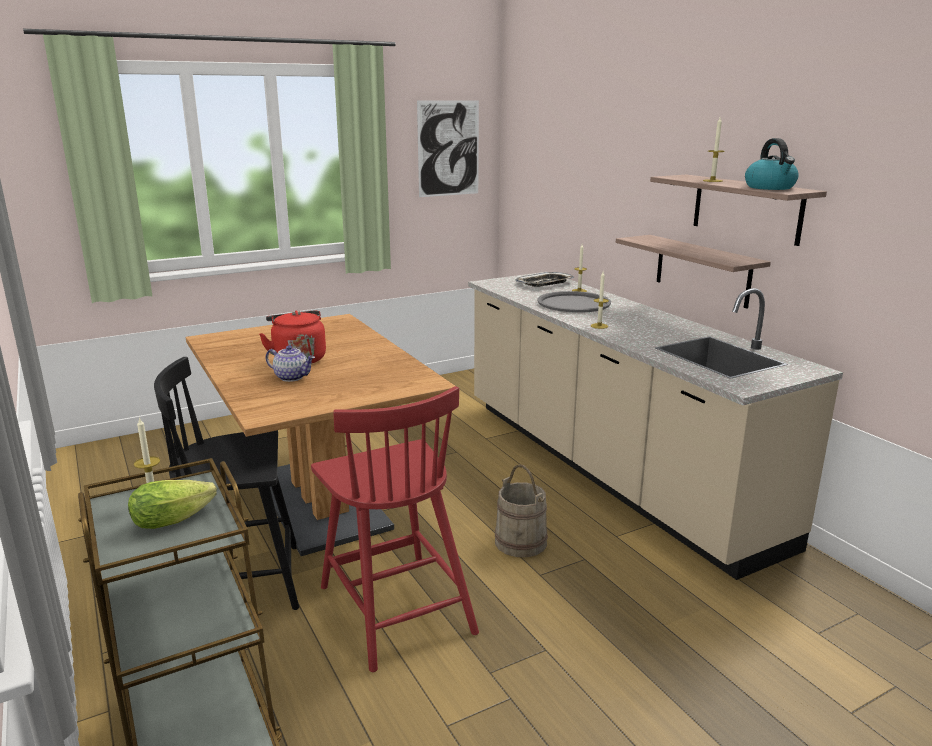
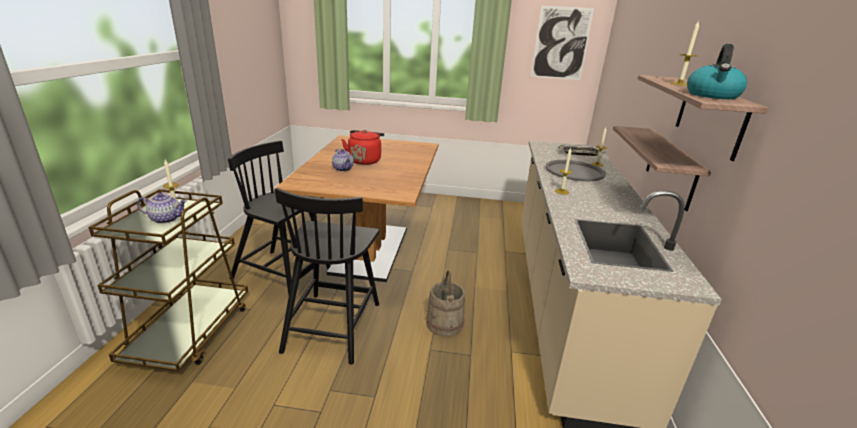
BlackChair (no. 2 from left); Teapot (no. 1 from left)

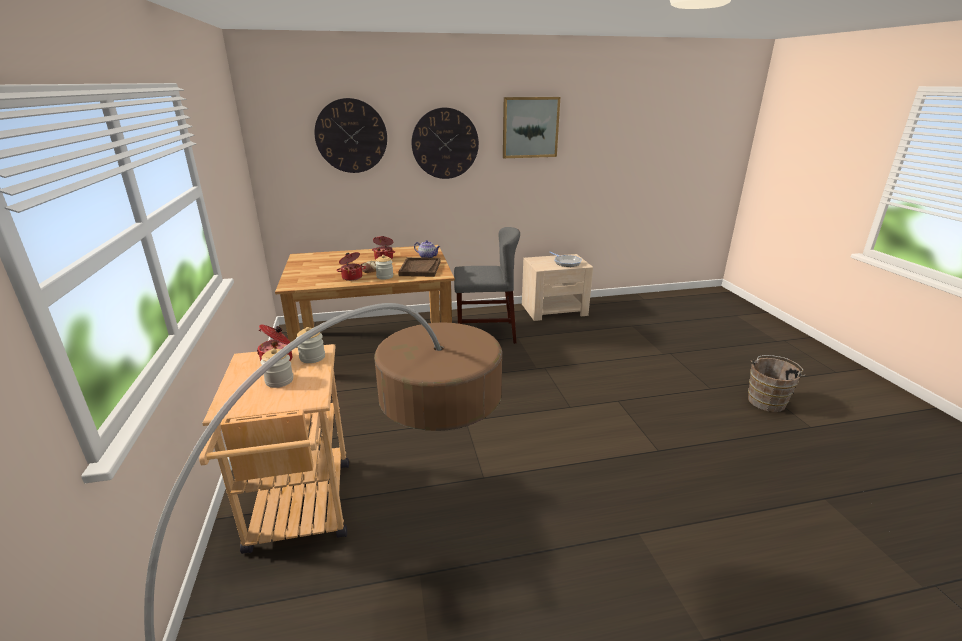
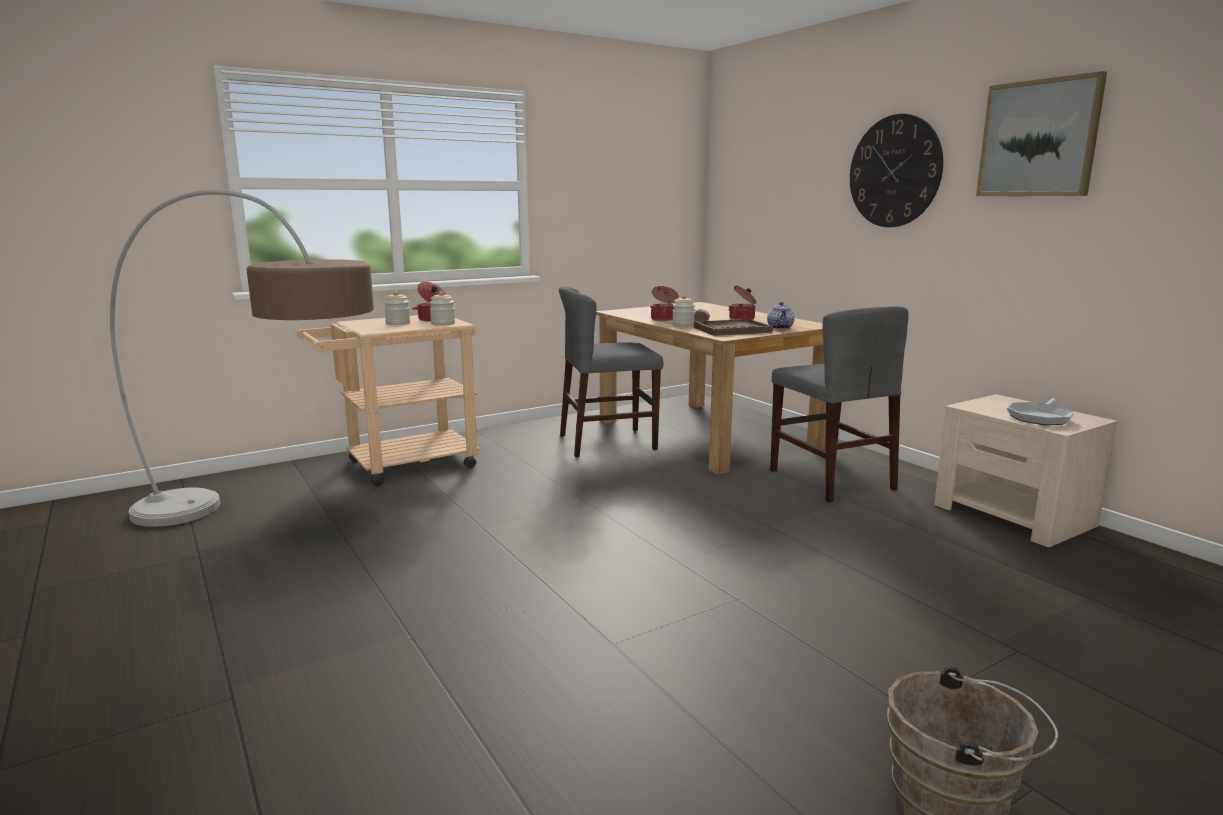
WallClock (no. 1 from left in the first image); GreyChair (no. 1 from left)

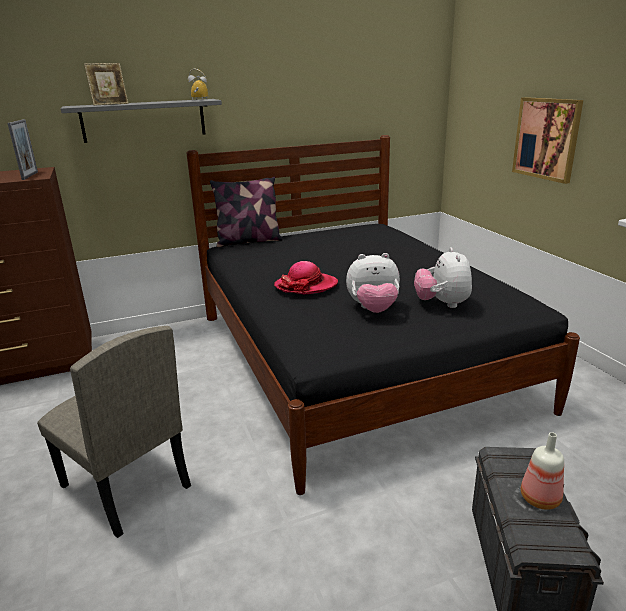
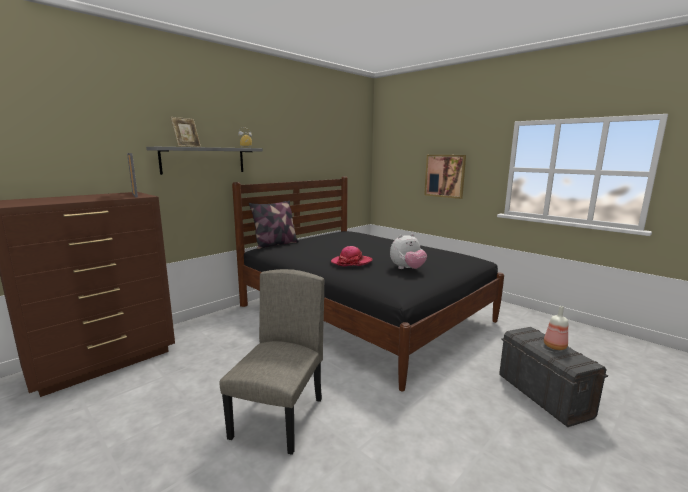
PlushToy (no. 2 from left in the first image); BeigeChair

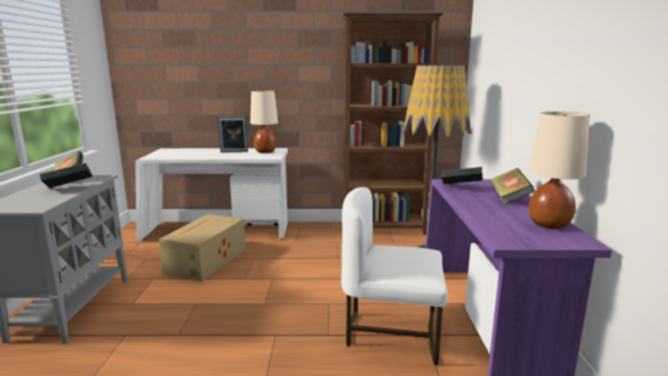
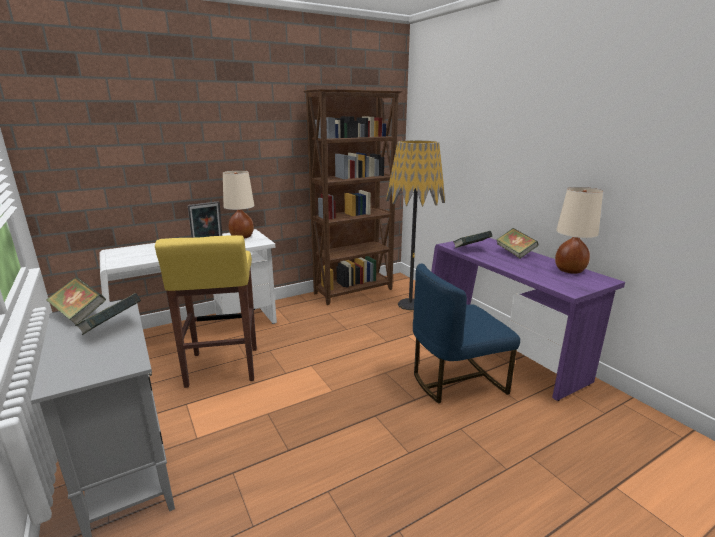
BlueChair; YellowStool

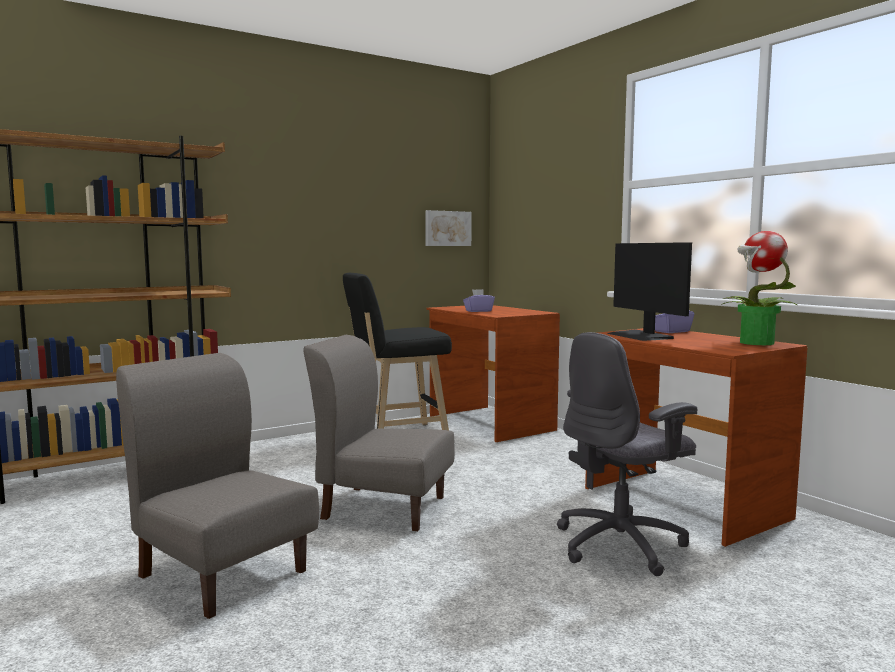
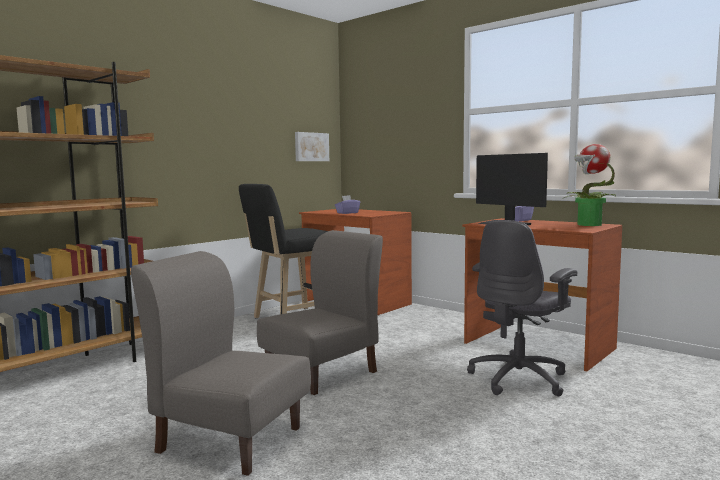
GreyChair (no. 2 from left)

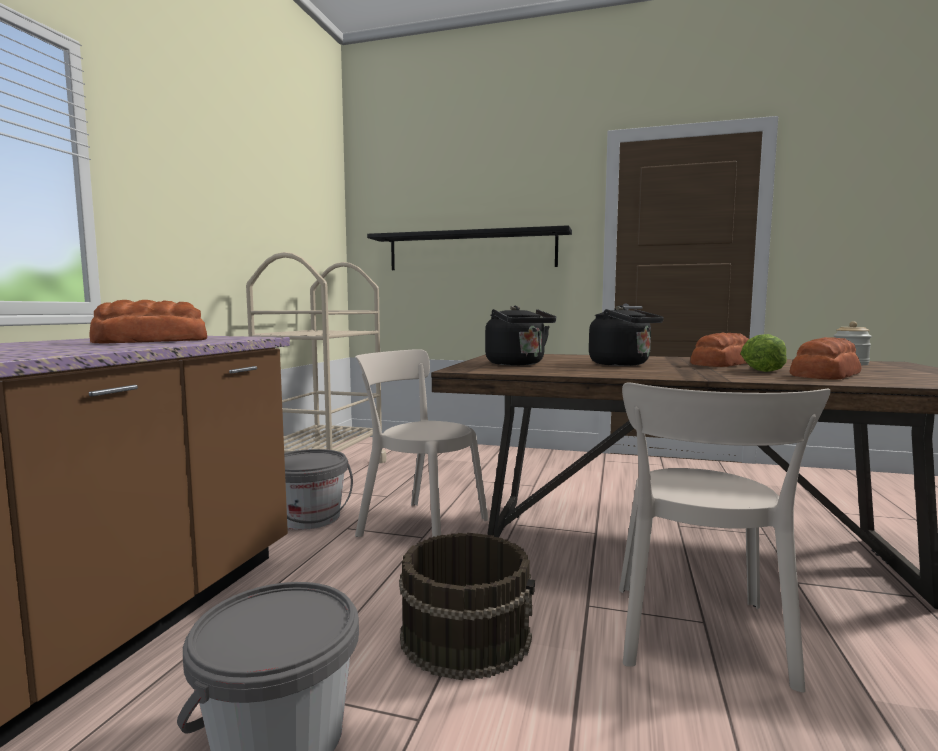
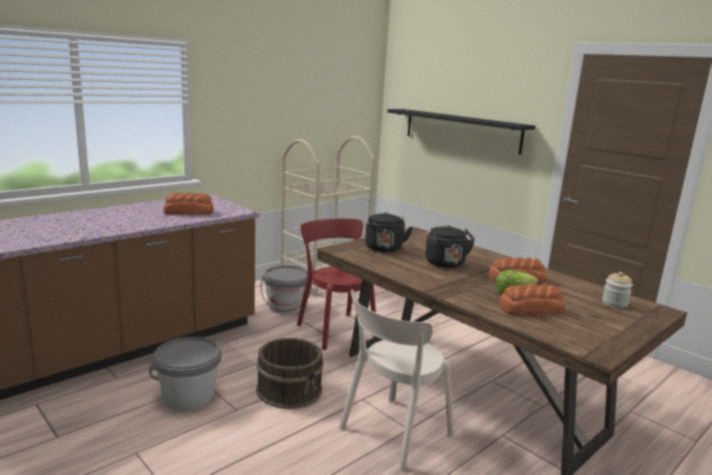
RedChair

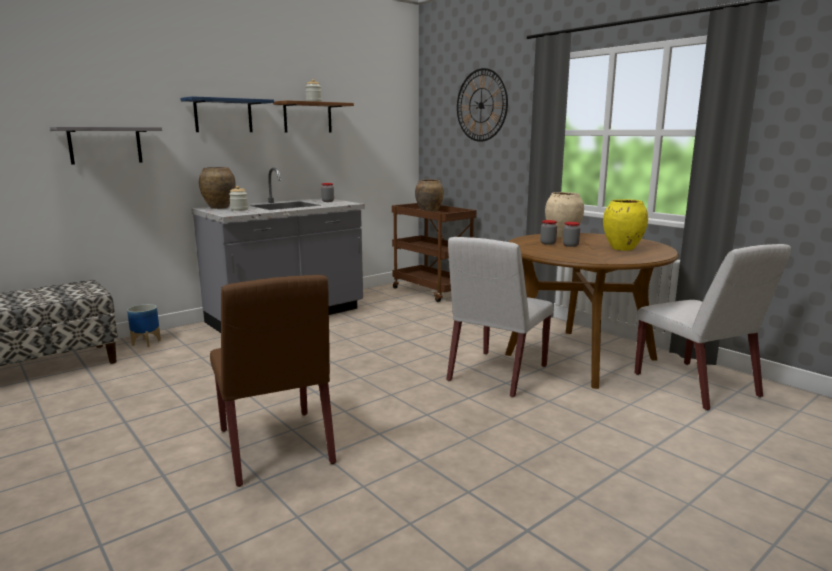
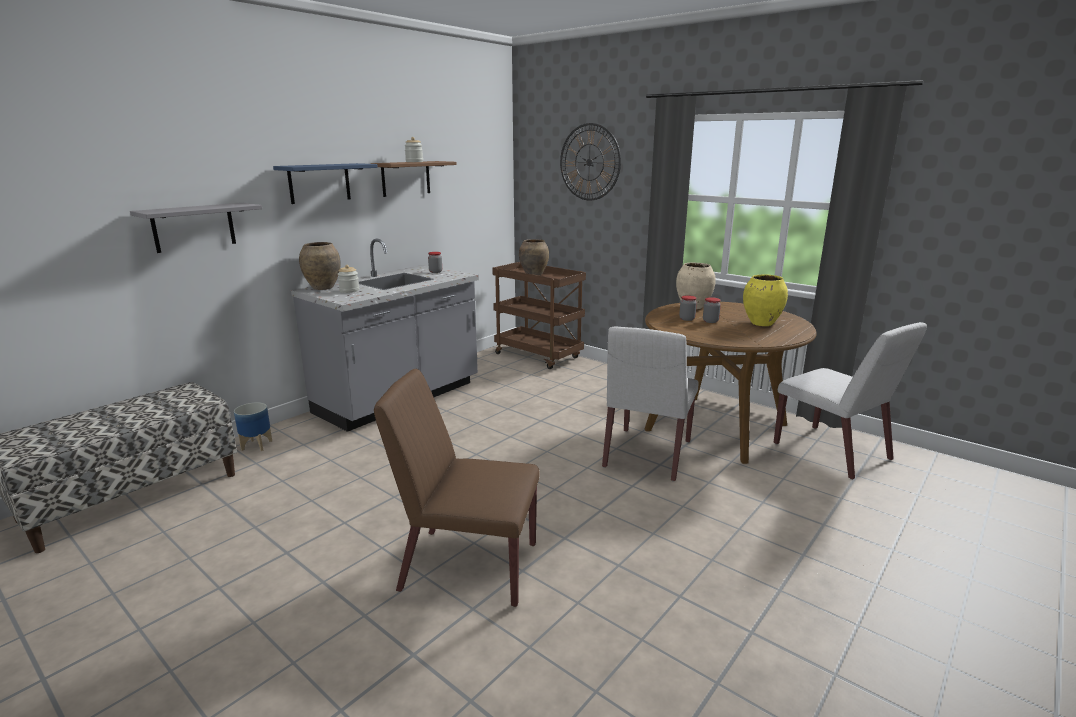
BrownChair

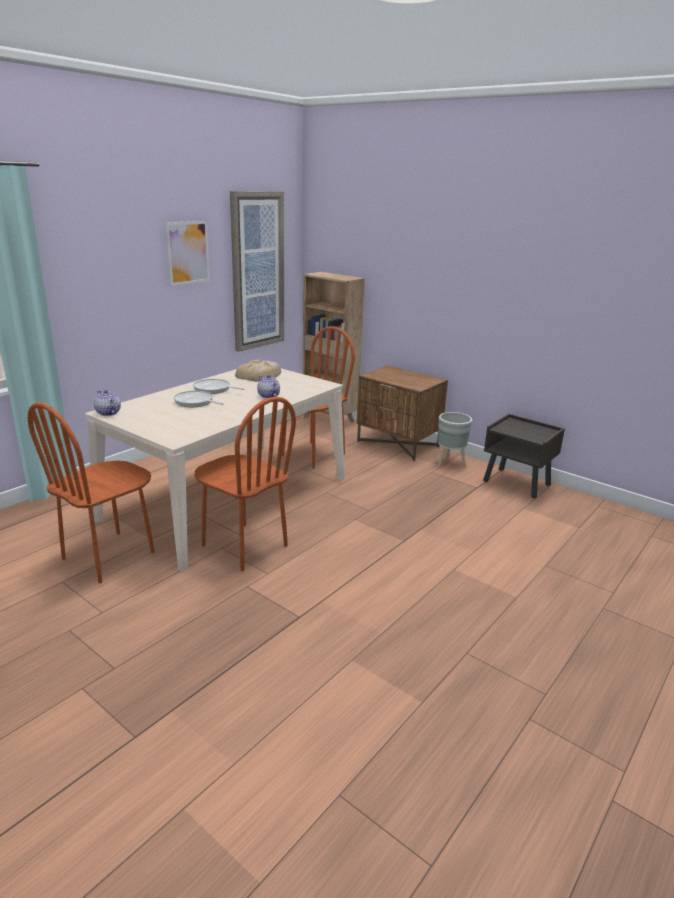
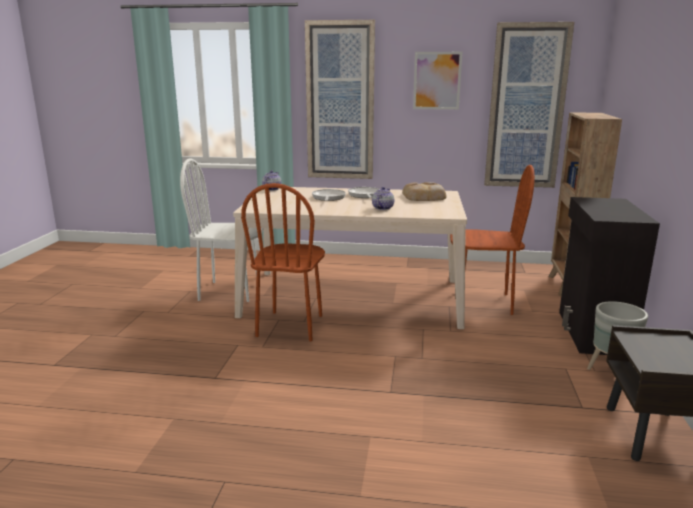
BlackCabinet; WhiteChair; Picture (no. 1 from left)

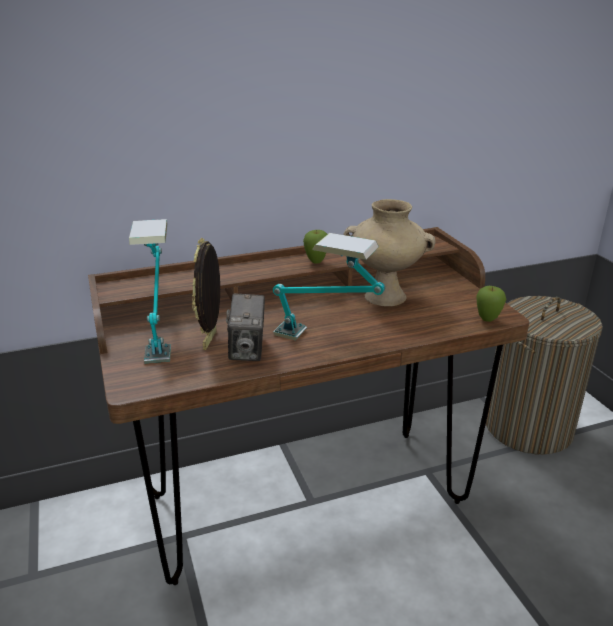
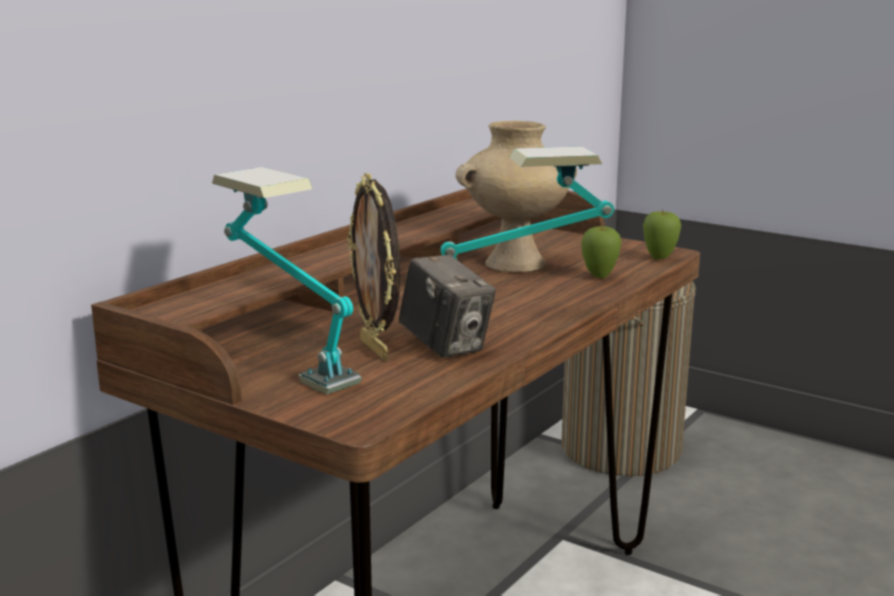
Apple (no. 1 from left)

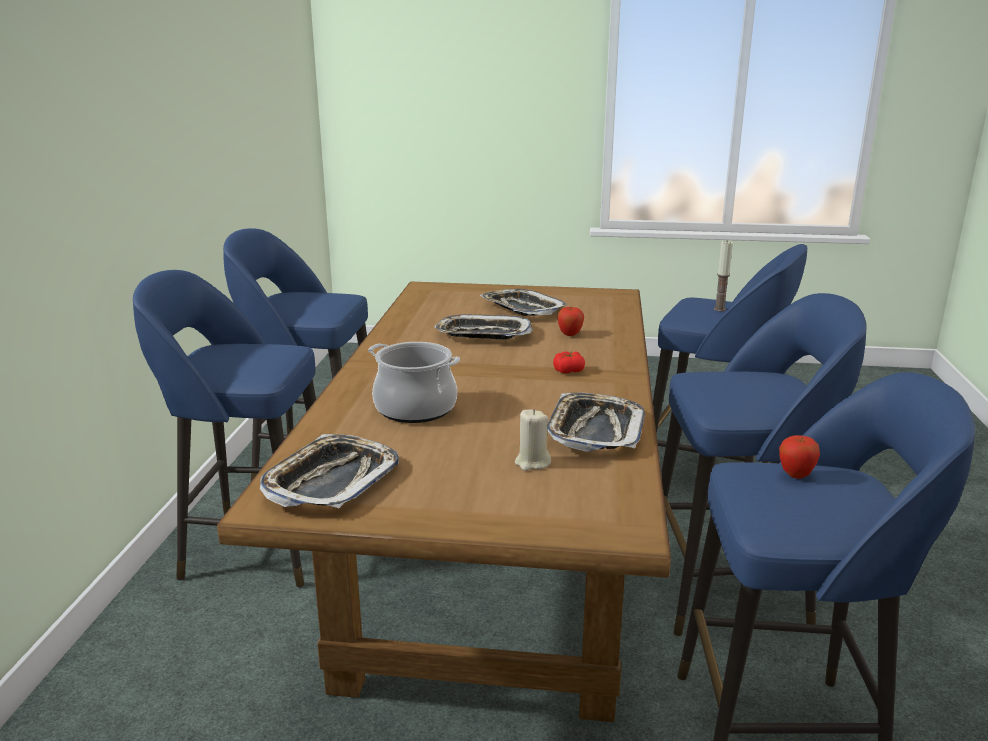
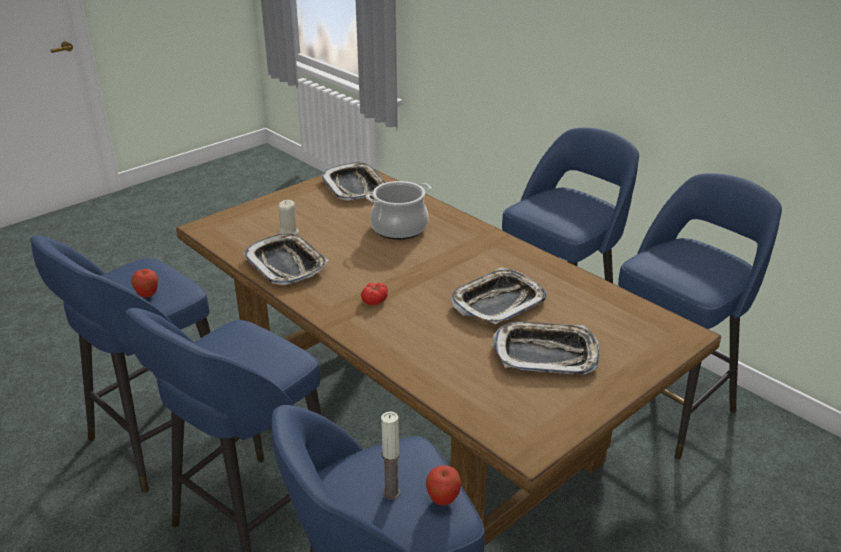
Apple (no. 2 from left)

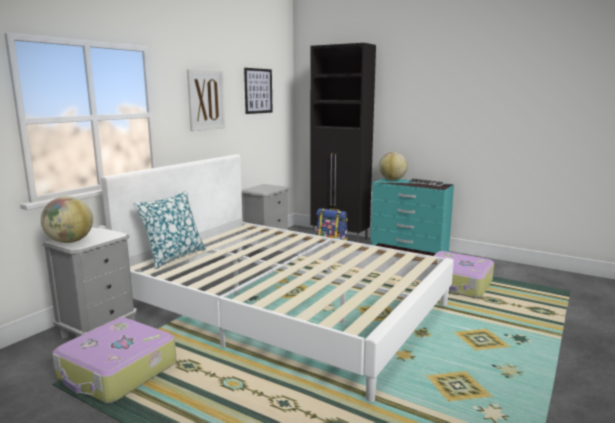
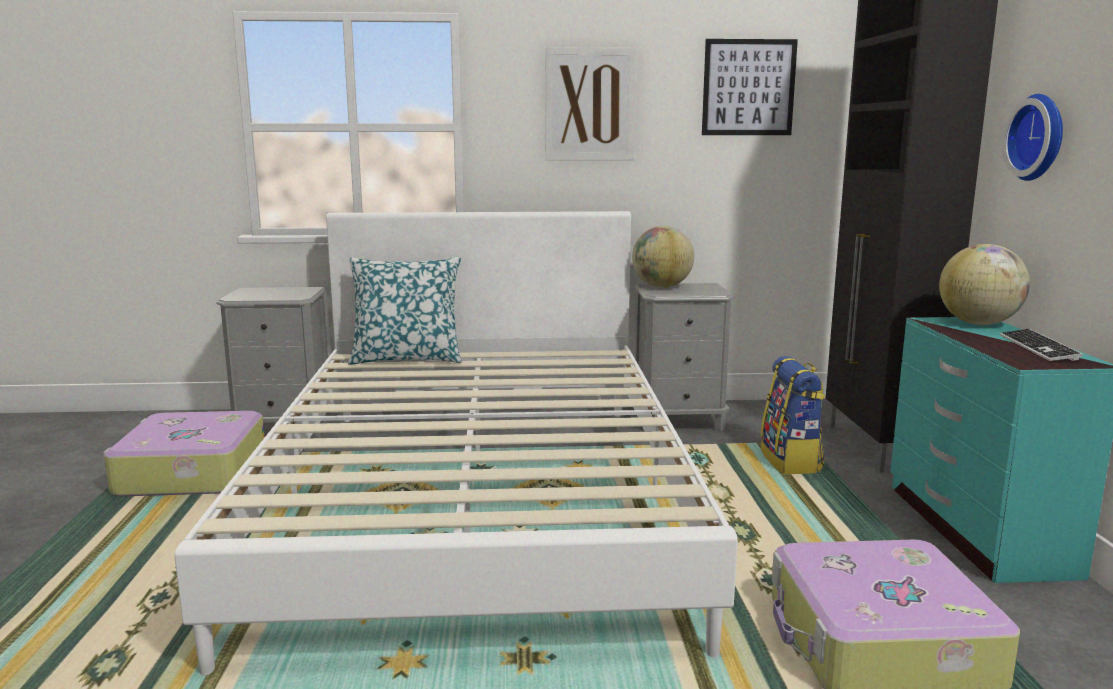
Globe (no. 1 from left); WallClock

